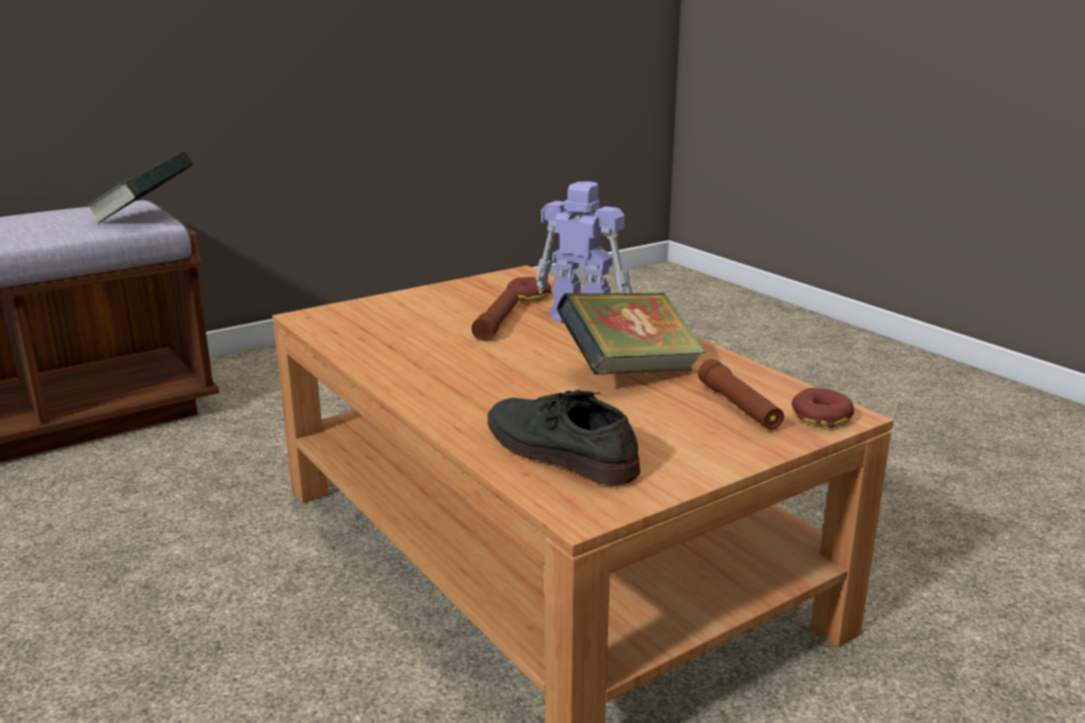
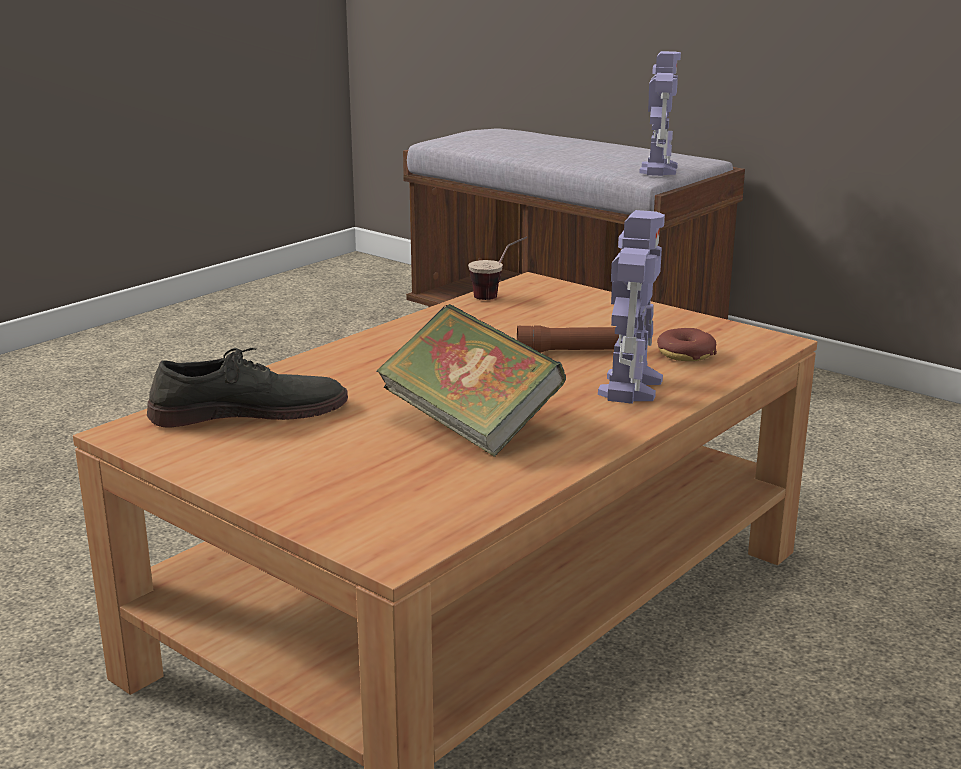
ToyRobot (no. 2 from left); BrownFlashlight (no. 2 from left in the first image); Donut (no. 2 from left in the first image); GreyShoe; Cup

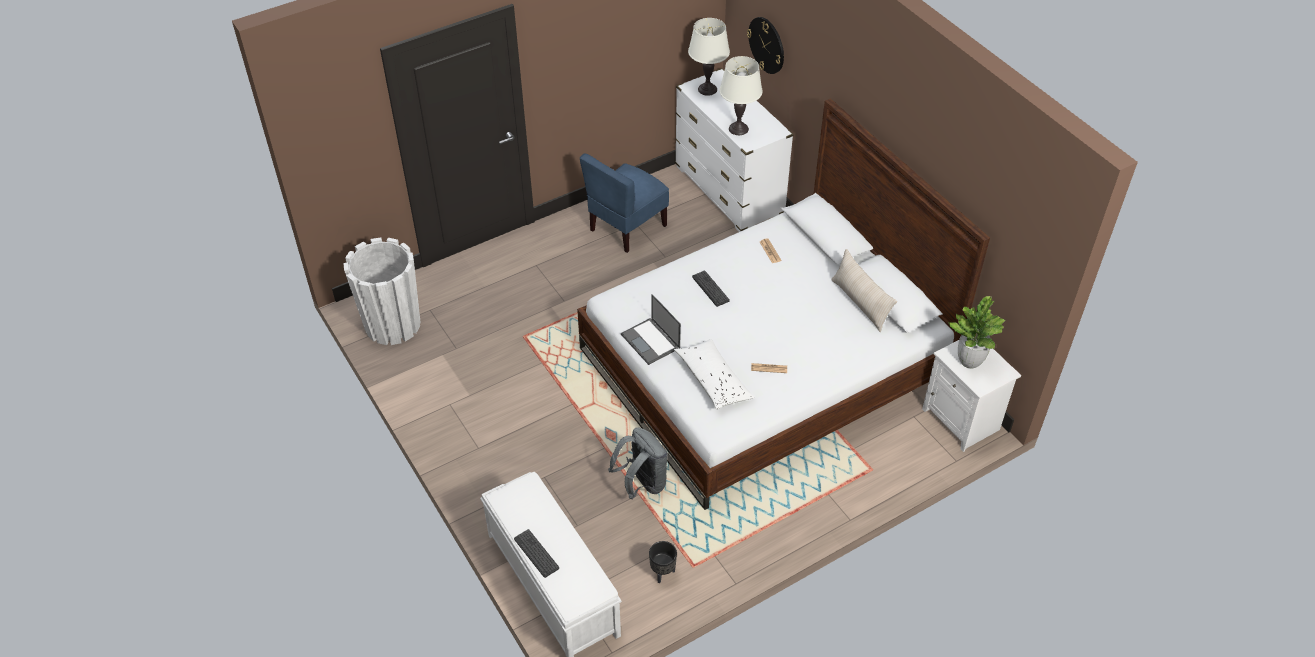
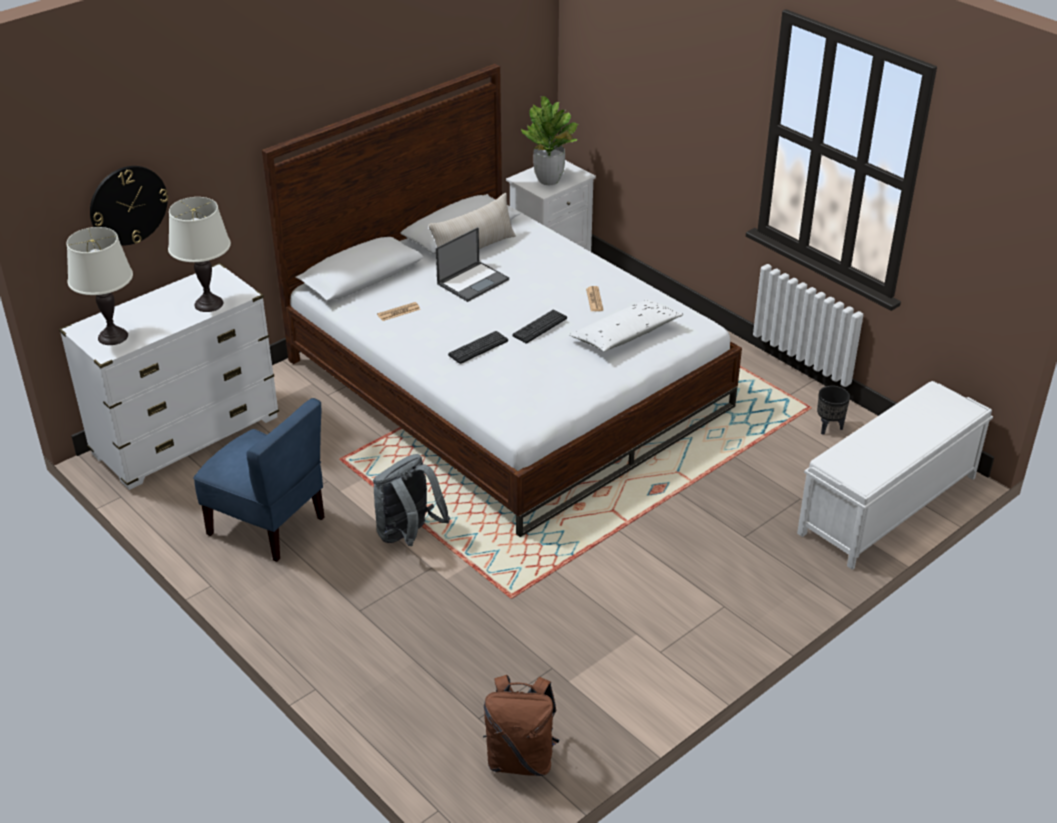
BrownBackpack; Laptop; GreyBackpack; Keyboard (no. 2 from left)

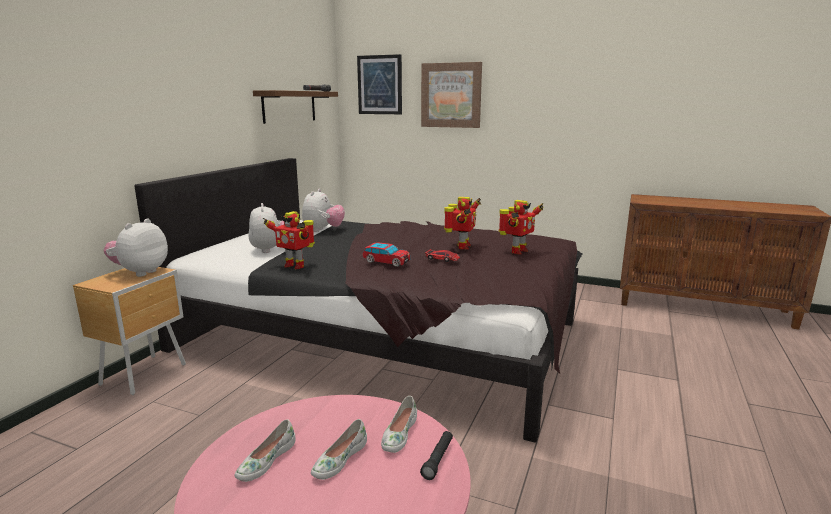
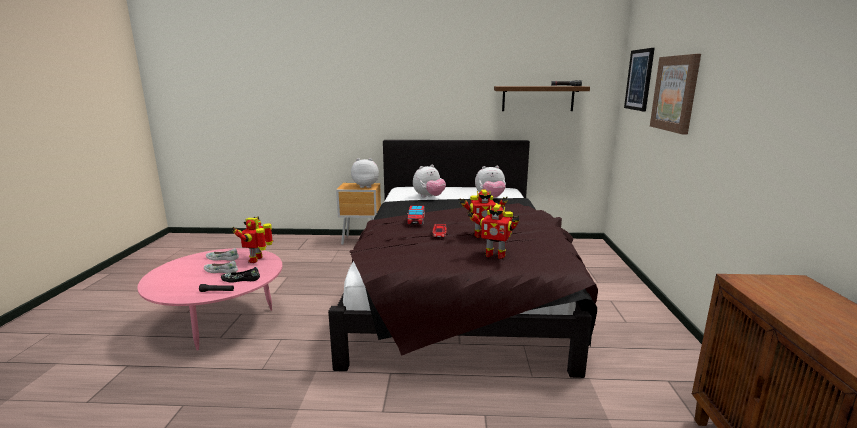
ToyRobot (no. 1 from left); BlackShoe

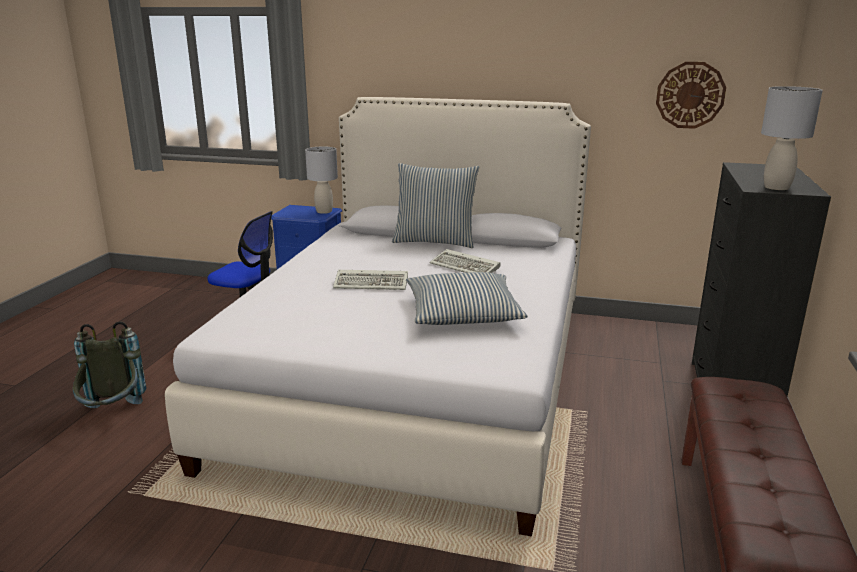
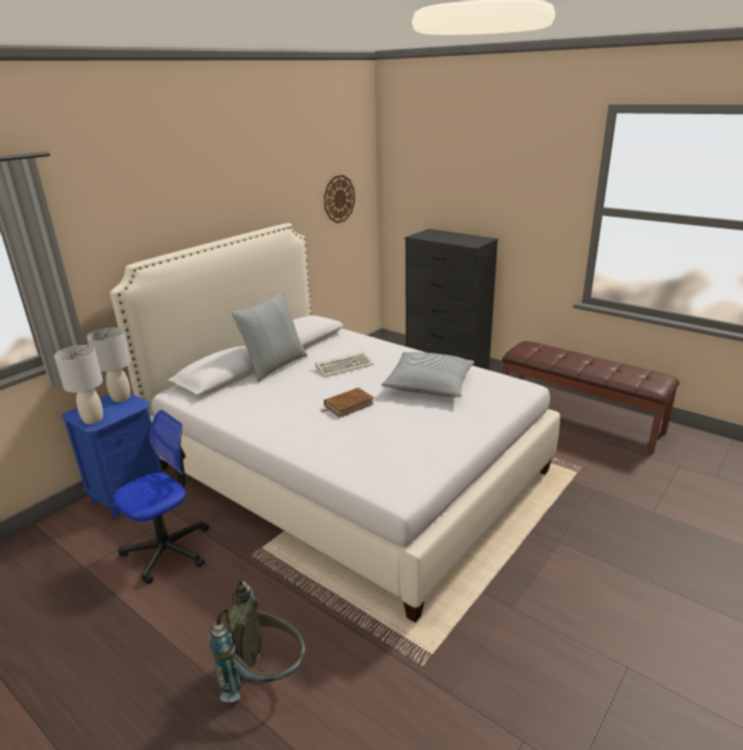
GreyTableLamp (no. 1 from left); BrownBook

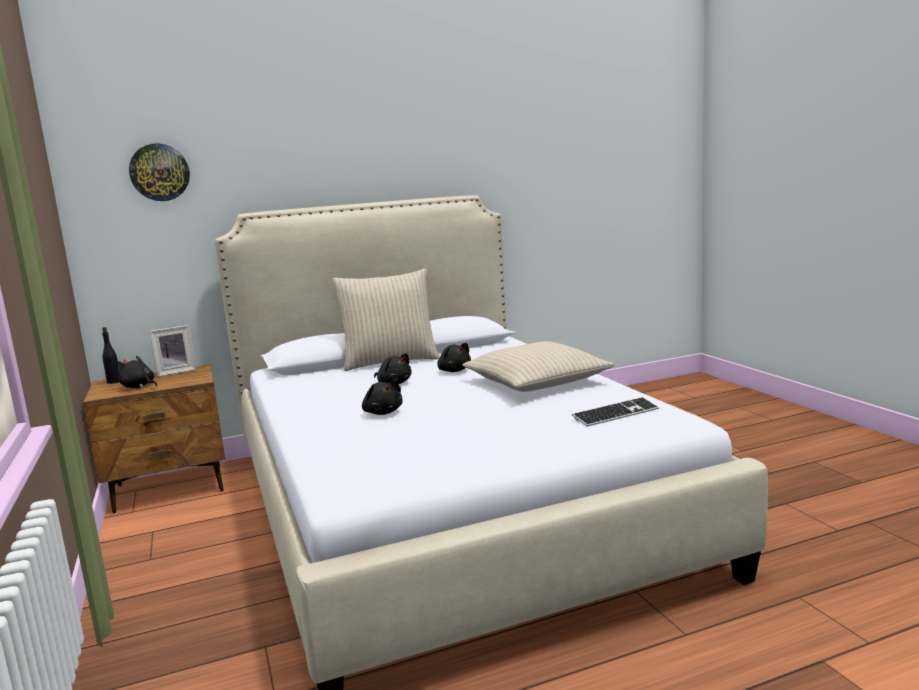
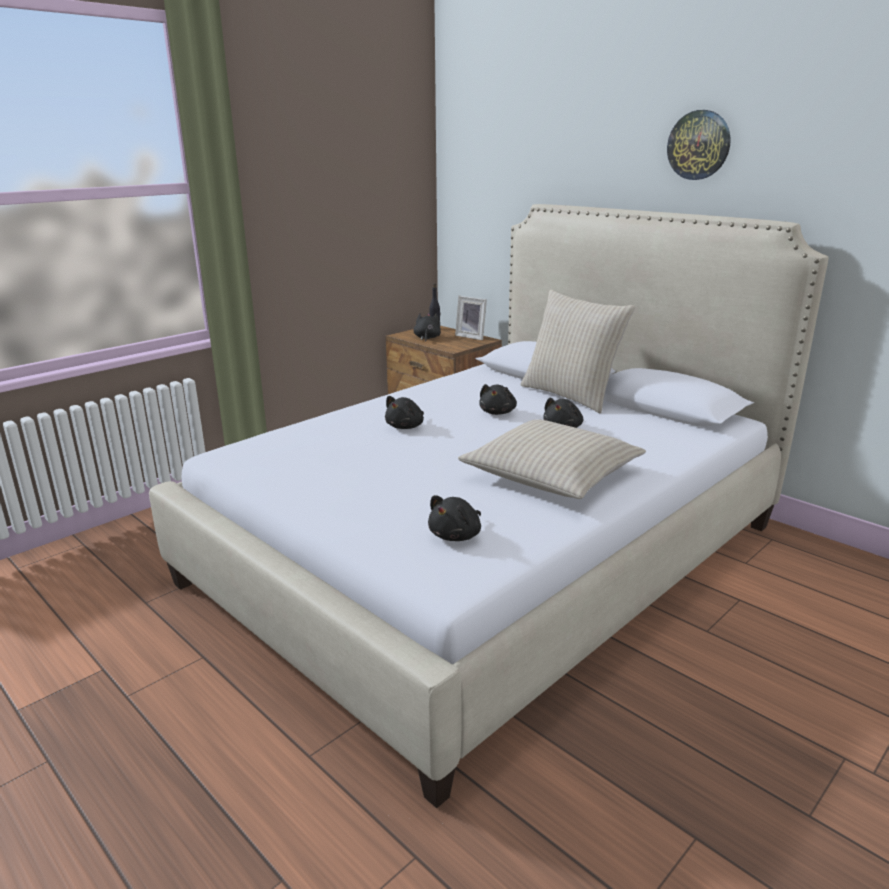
WallClock; BlackPlushToy (no. 3 from left)

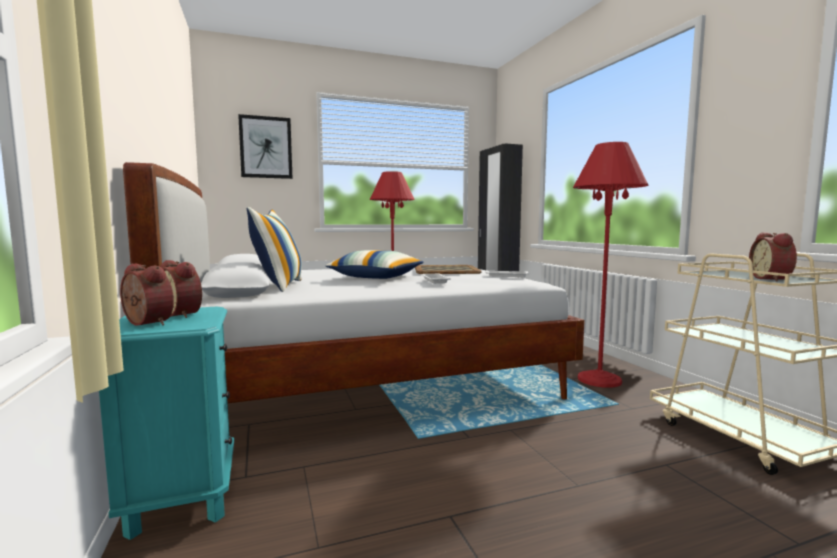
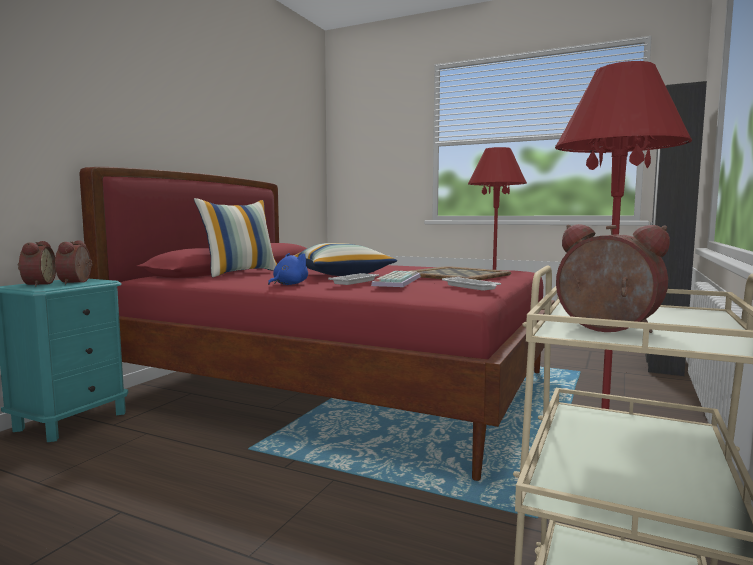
Picture; RedBed; AlarmClock (no. 3 from left); BluePlushToy; Keyboard

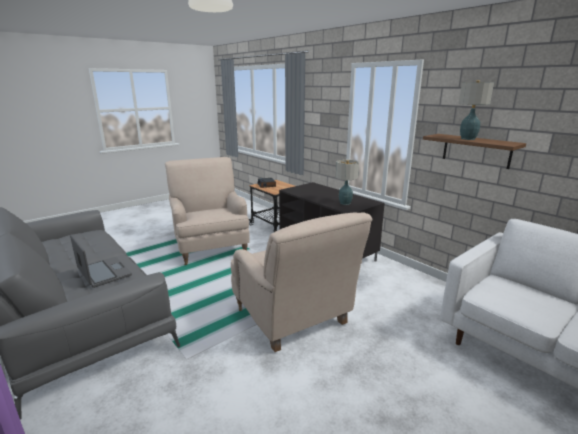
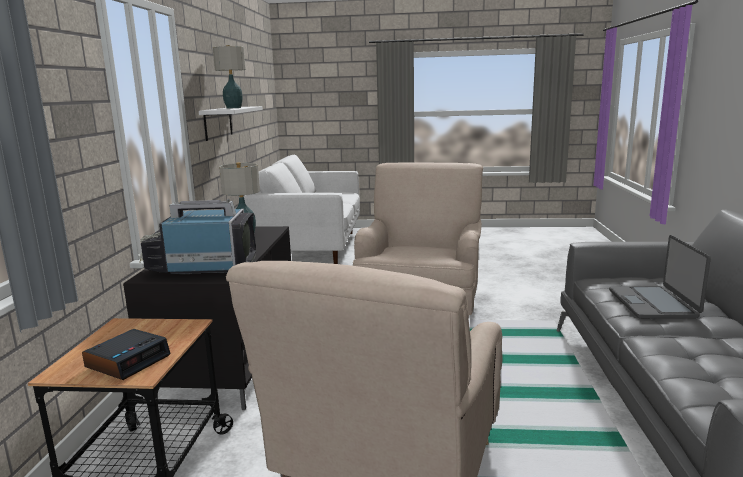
WhiteShelf; Television

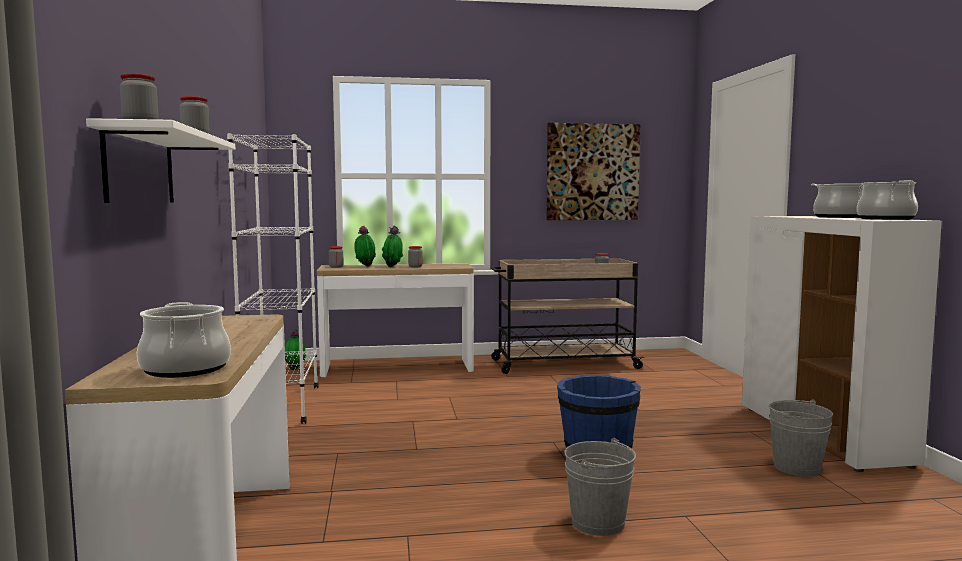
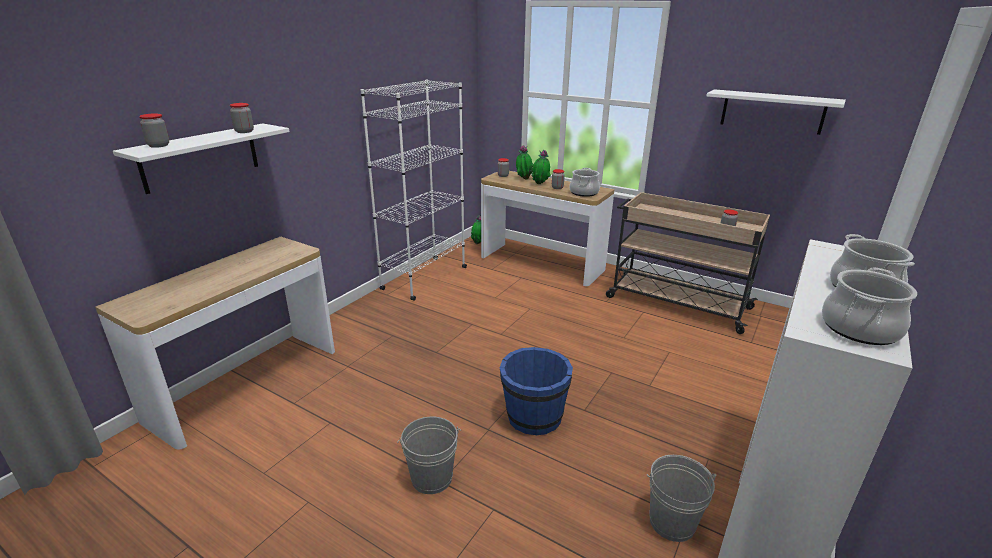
WhiteShelf (no. 2 from left); CookingPot (no. 1 from left)

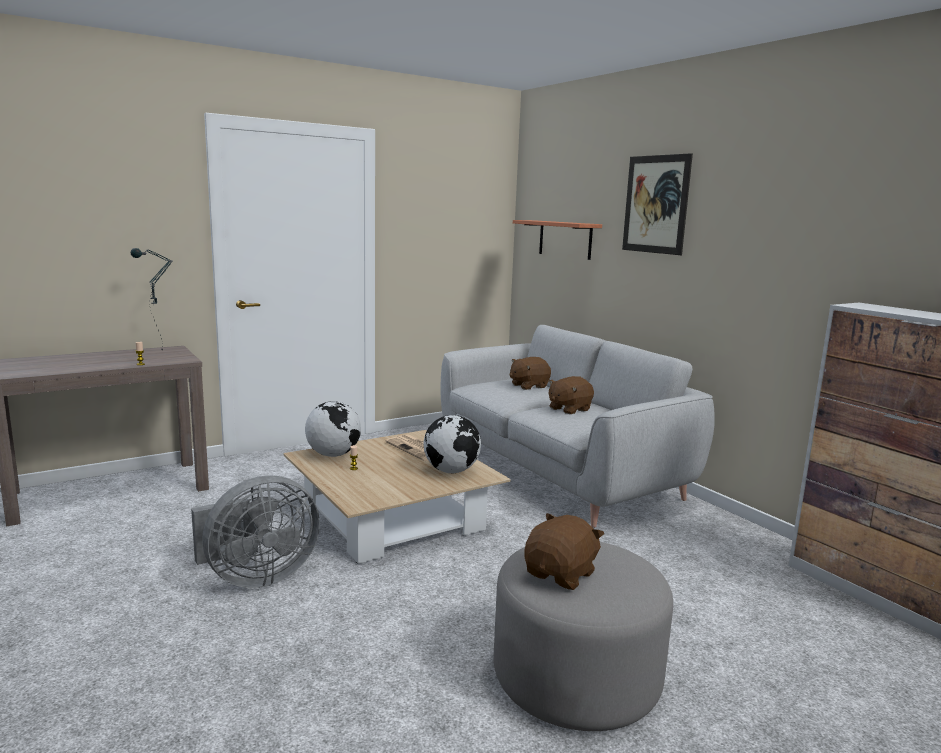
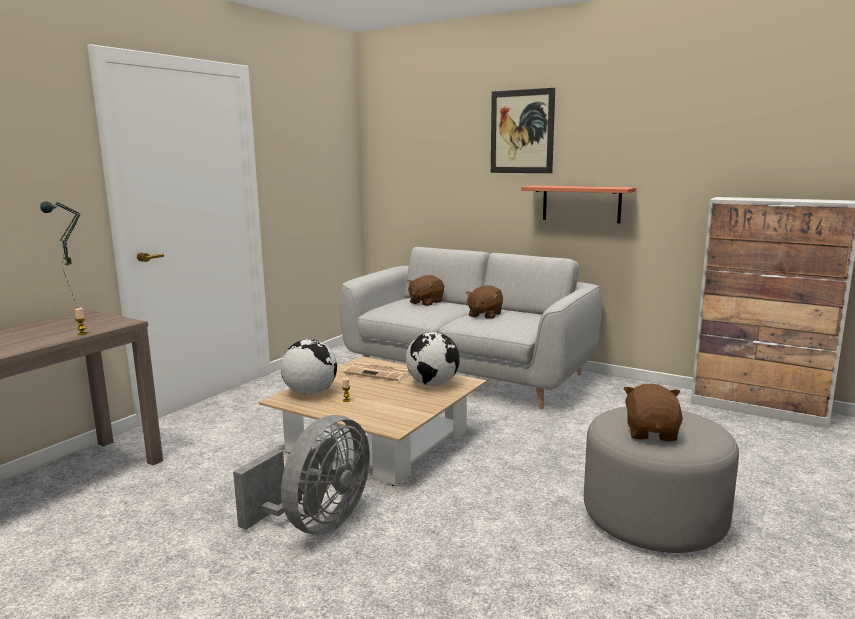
Shelf

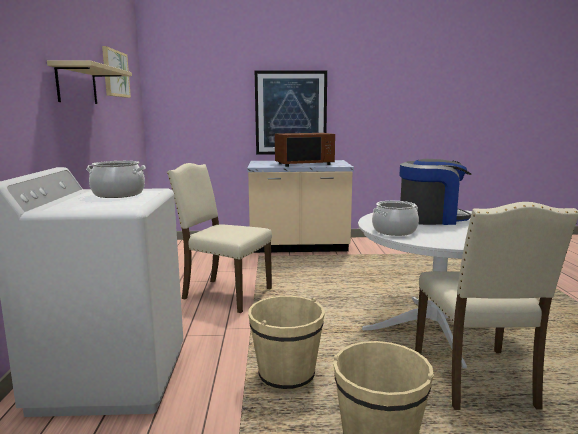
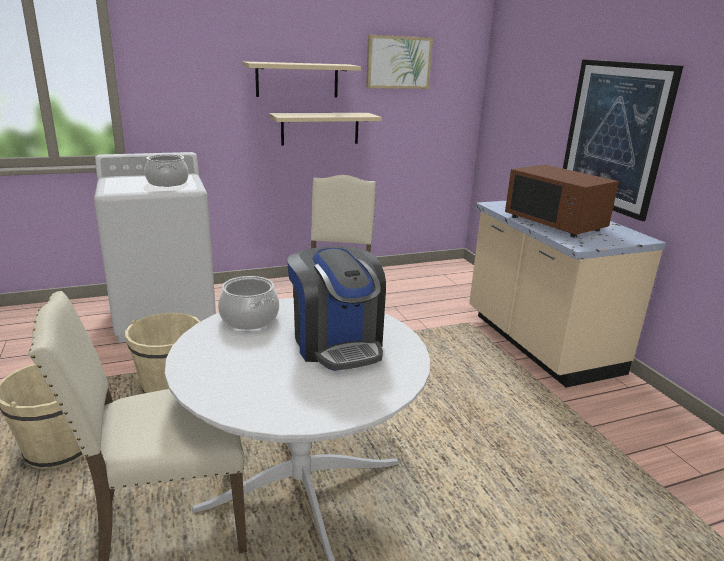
BeigeShelf (no. 2 from left)

